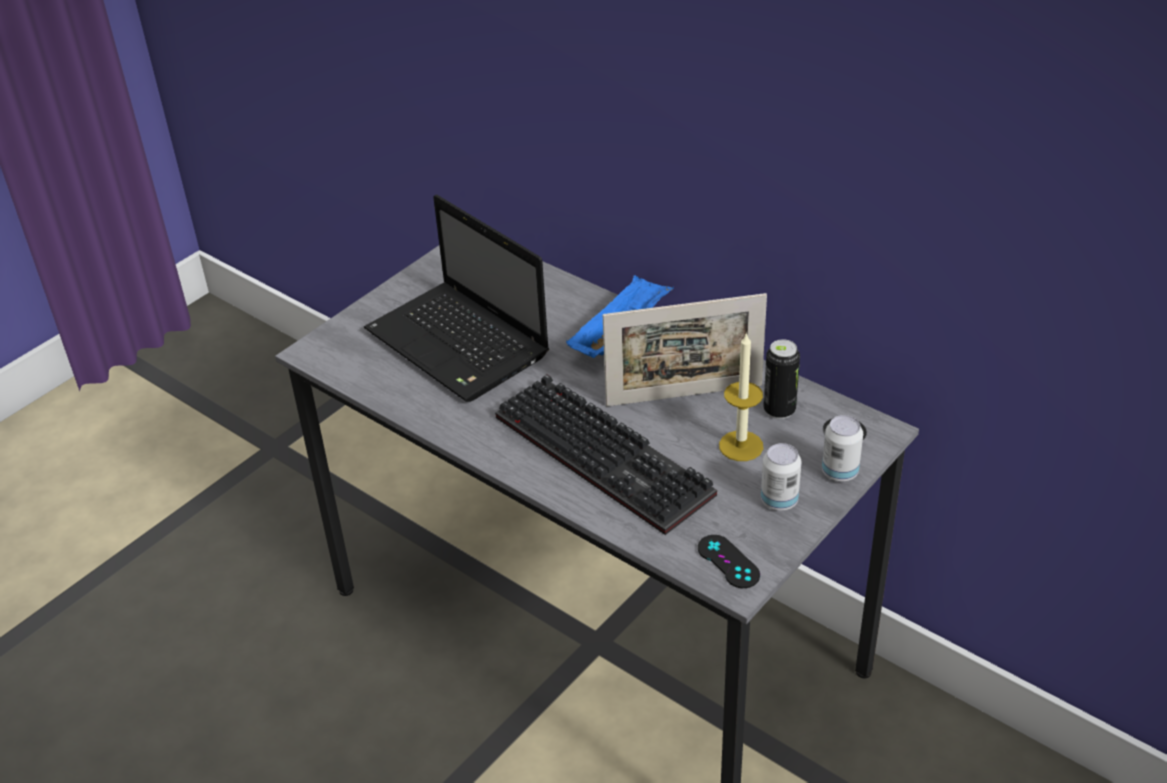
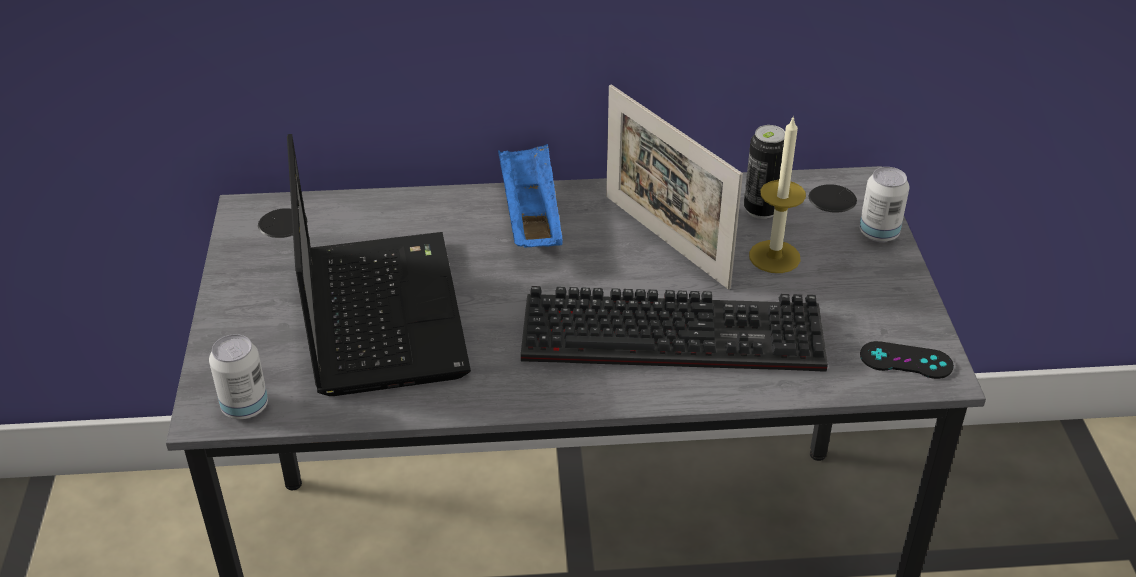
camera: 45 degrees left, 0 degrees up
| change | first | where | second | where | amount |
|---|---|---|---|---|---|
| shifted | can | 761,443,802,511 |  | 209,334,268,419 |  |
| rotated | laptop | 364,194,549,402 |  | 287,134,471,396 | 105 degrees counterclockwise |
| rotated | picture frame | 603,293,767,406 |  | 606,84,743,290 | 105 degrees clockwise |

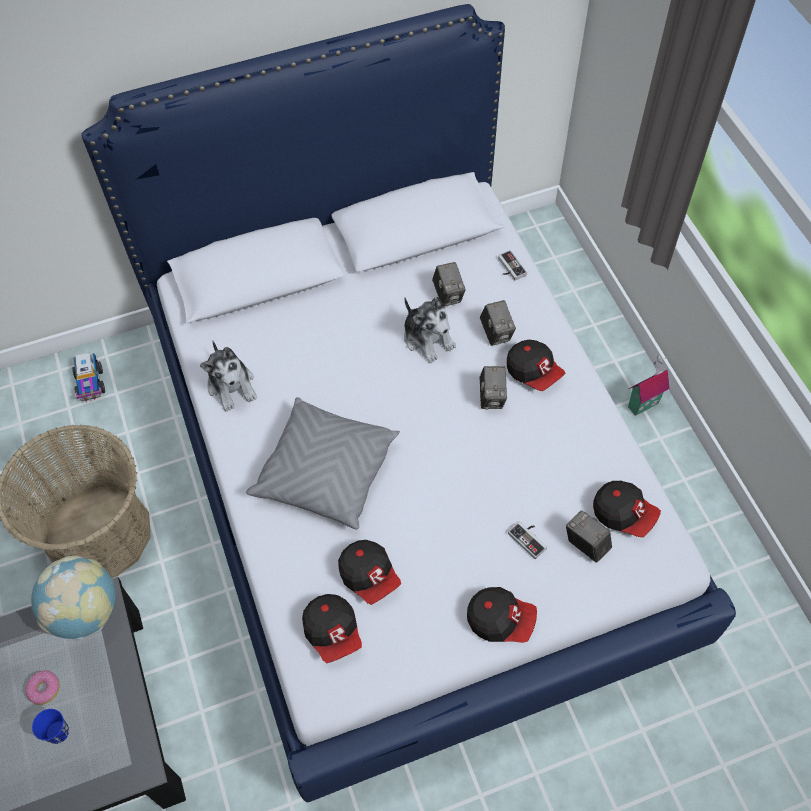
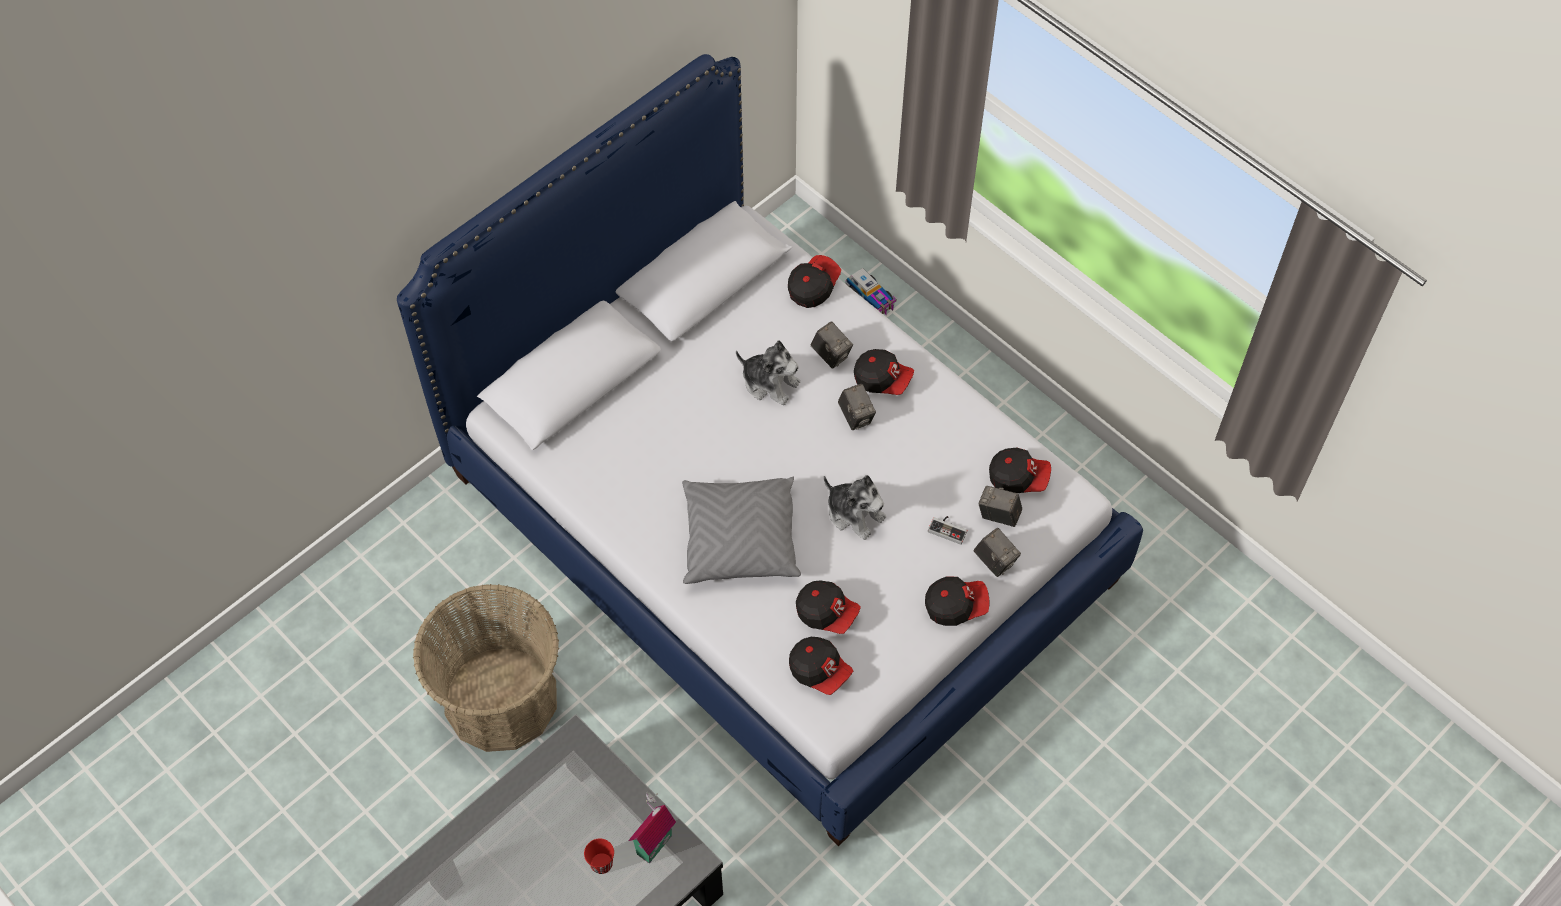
camera: 25 degrees left, 0 degrees up
| change | first | where | second | where | amount |
|---|---|---|---|---|---|
| repainted | cup/blue | 32,709,69,744 | cup/red | 584,839,614,874 |  |
| shifted | toy house | 628,354,670,416 |  | 628,792,676,864 |  |
| swapped | game controller | 498,250,527,281 | cap | 788,255,841,308 |  |
| shifted | plush toy | 200,341,257,411 |  | 824,475,886,540 |  |
| shifted | toy truck | 72,353,105,403 |  | 845,268,897,314 |  |
| shifted | photo camera | 432,262,466,306 |  | 974,528,1021,577 |  |
| gone | donut | 25,670,60,705 |  |  |  |
| gone | globe | 31,556,116,640 |  |  |  |

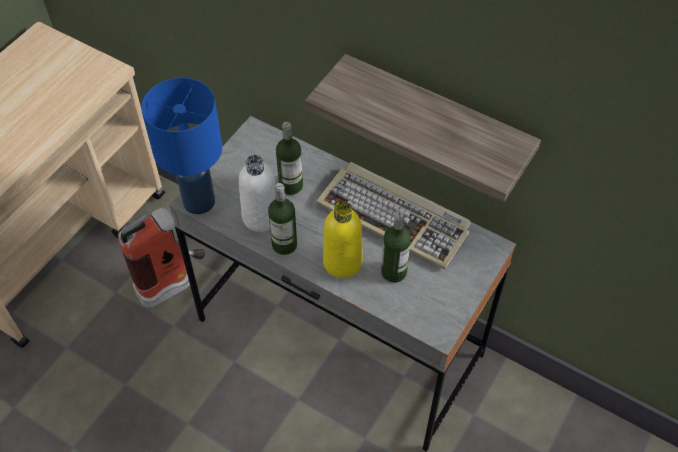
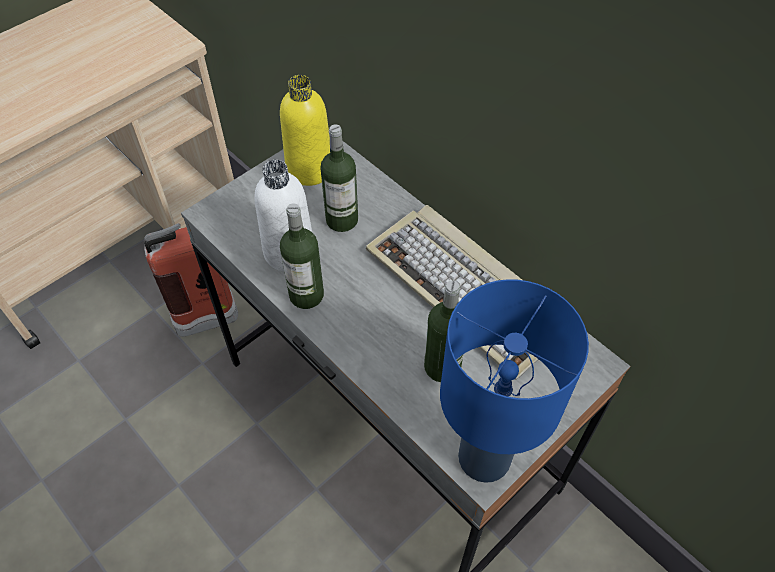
camera: 15 degrees right, 0 degrees up
| change | first | where | second | where | amount |
|---|---|---|---|---|---|
| shifted | bottle/yellow | 323,201,363,278 |  | 280,75,330,186 |  |
| shifted | table lamp/blue | 141,78,222,214 |  | 440,279,589,483 |  |
| gone | shelf | 305,54,541,202 |  |  |  |

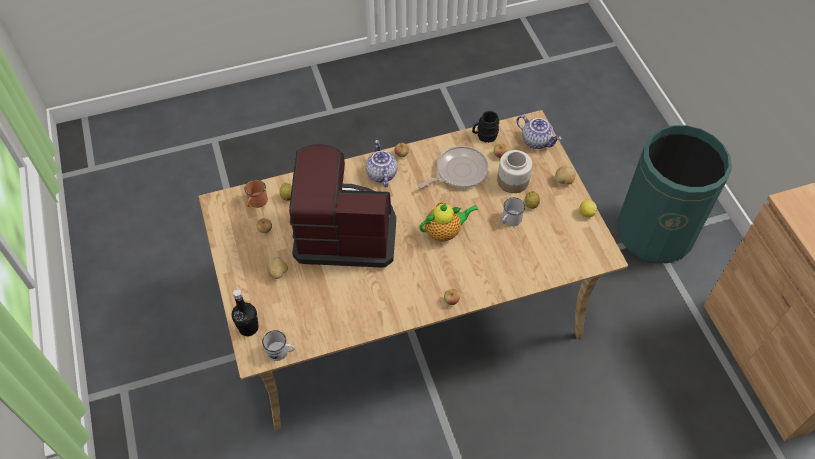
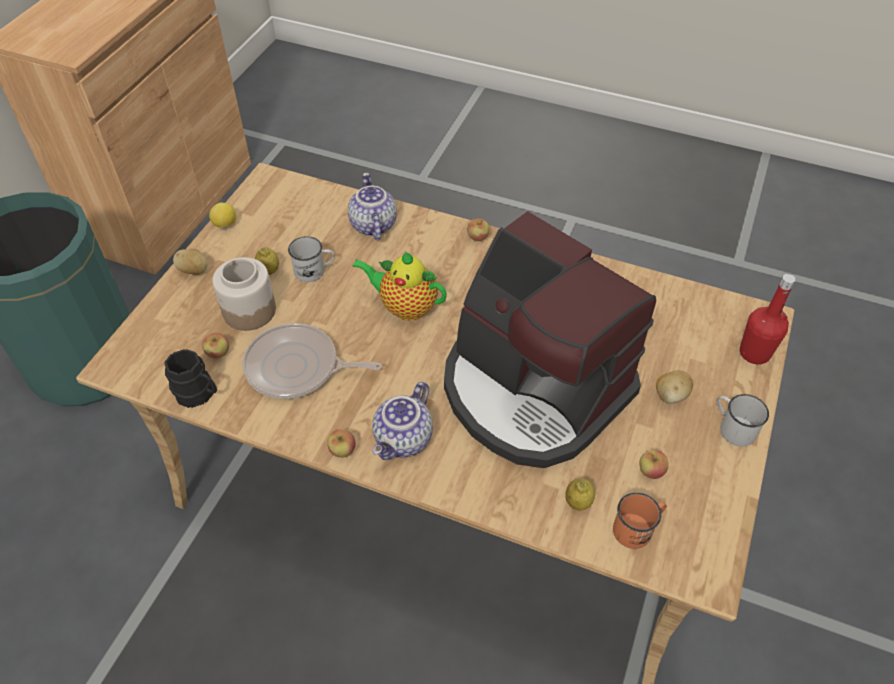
camera: 140 degrees left, 5 degrees down
| change | first | where | second | where | amount |
|---|---|---|---|---|---|
| shifted | teapot | 516,115,562,149 |  | 348,172,397,240 |  |
| shifted | mug/white | 262,330,295,361 |  | 717,394,769,447 |  |
| repainted | bottle/black | 231,290,259,336 | bottle/red | 740,274,796,364 |  |

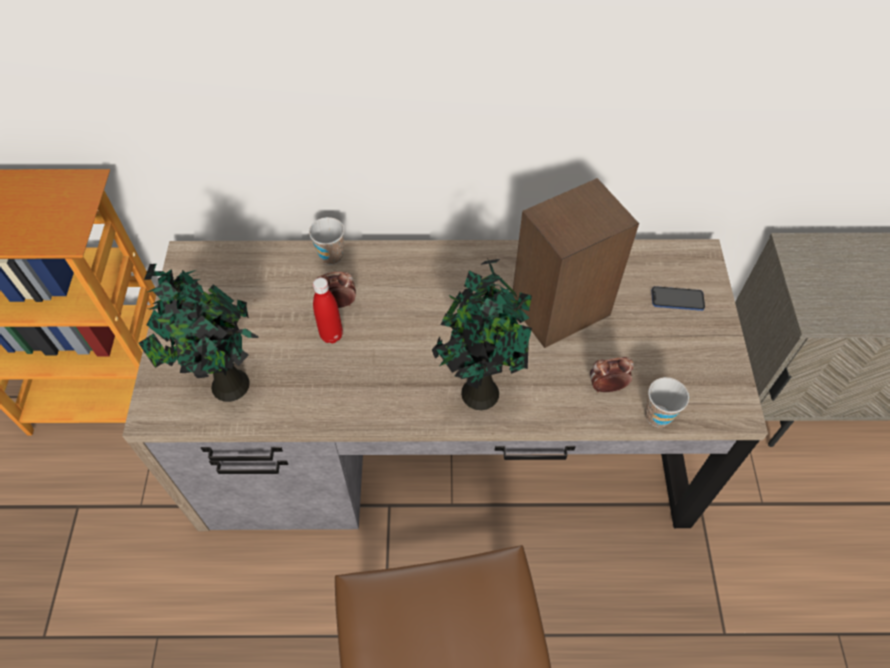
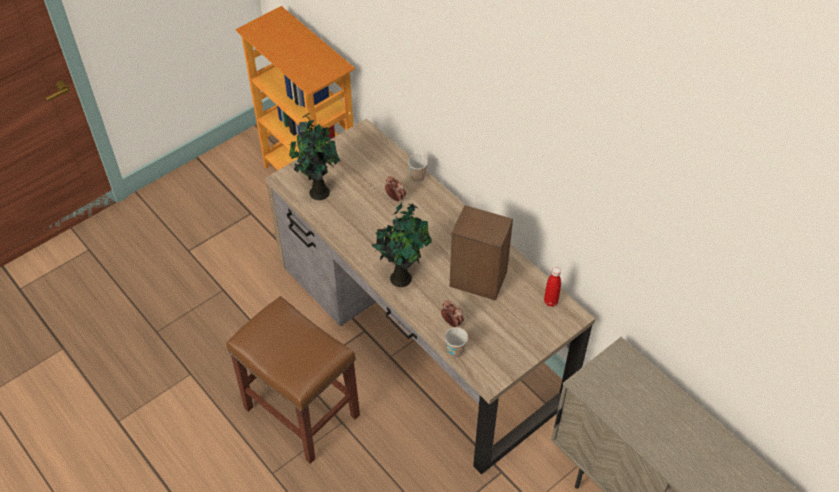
camera: 50 degrees right, 5 degrees down
| change | first | where | second | where | amount |
|---|---|---|---|---|---|
| shifted | bottle/red | 313,278,343,343 |  | 544,267,561,307 |  |
| gone | phone | 651,286,705,311 |  |  |  |

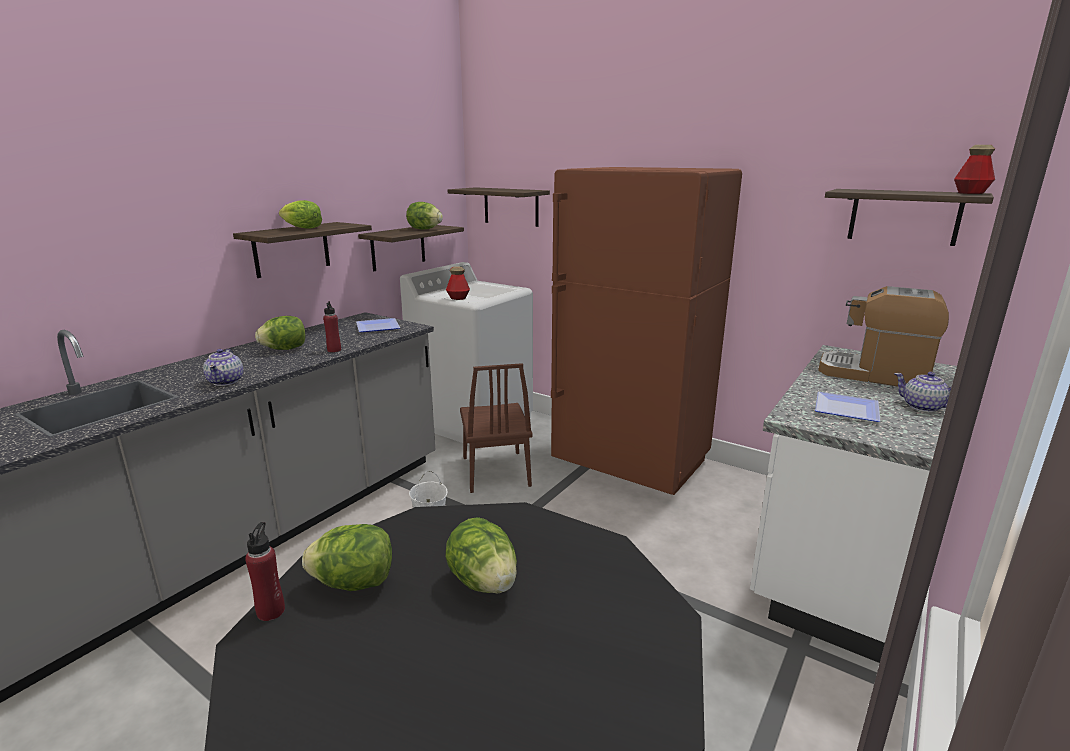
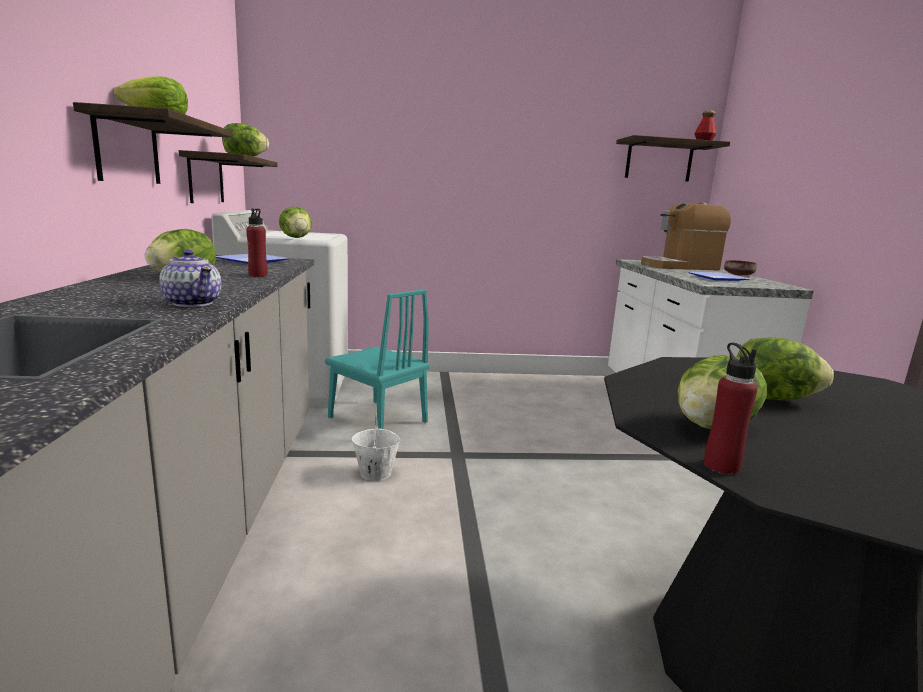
camera: 40 degrees left, 5 degrees down
| change | first | where | second | where | amount |
|---|---|---|---|---|---|
| swapped | bottle | 446,266,470,300 | lettuce | 279,207,312,238 |  |
| repainted | chair/brown | 460,363,533,493 | chair/turquoise | 325,289,430,429 |  |
| swapped | teapot | 894,372,952,412 | bowl/brown | 724,260,757,275 |  |
| gone | shelf | 448,187,550,227 |  |  |  |
| gone | fridge/brown | 551,167,742,495 |  |  |  |

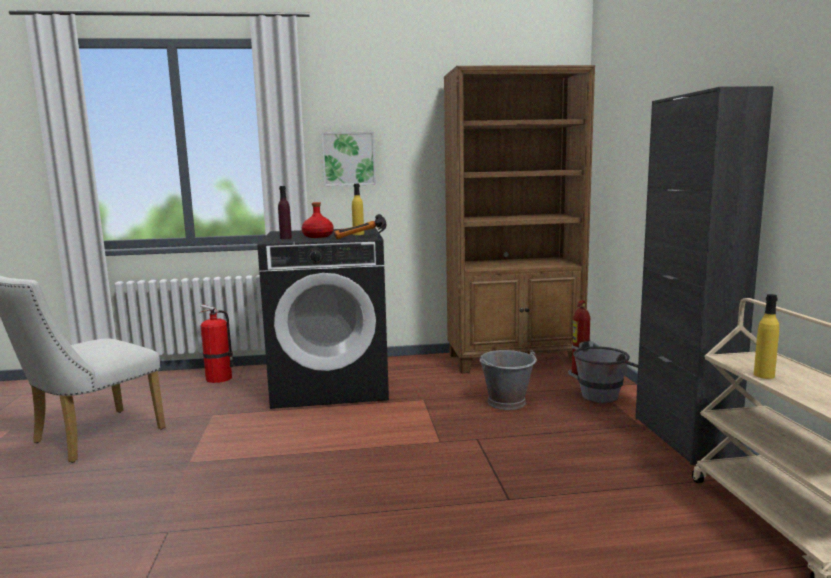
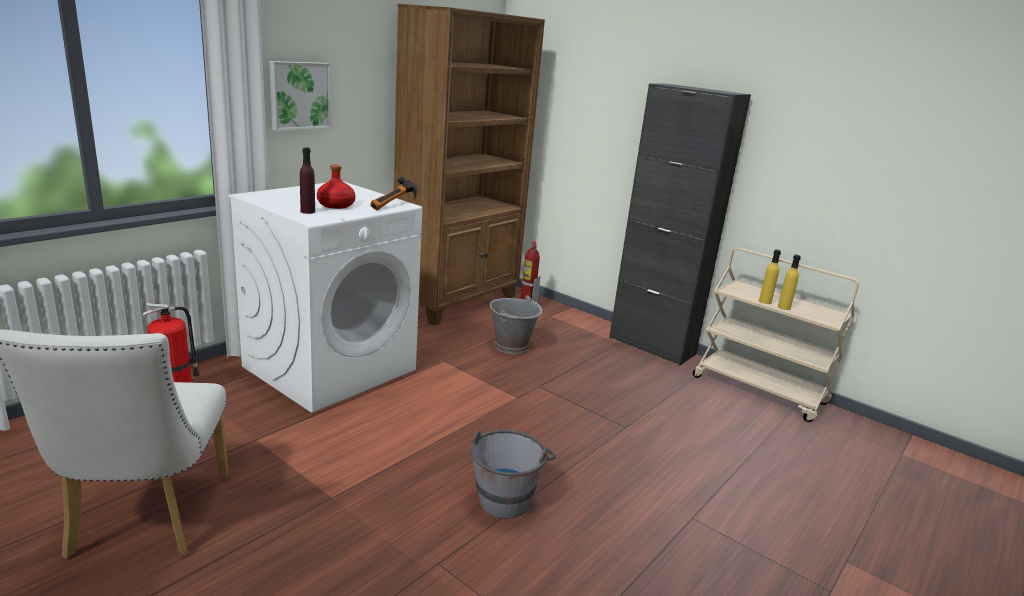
camera: 45 degrees left, 10 degrees up
| change | first | where | second | where | amount |
|---|---|---|---|---|---|
| repainted | washing machine/black | 257,228,389,409 | washing machine/white | 228,181,422,413 |  |
| shifted | bucket/grey | 573,342,638,403 |  | 470,430,556,519 |  |
| shifted | bottle/yellow | 352,184,364,235 |  | 778,255,801,310 |  |

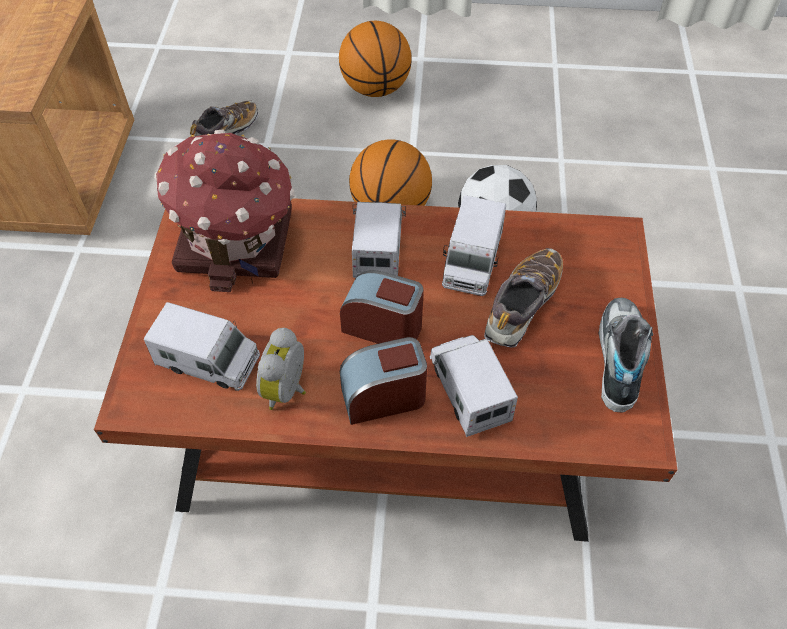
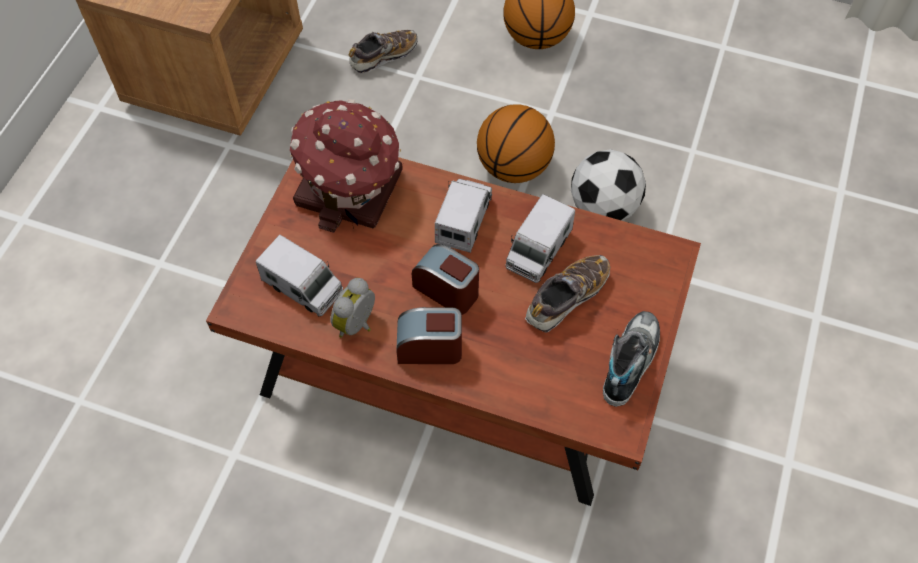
camera: 15 degrees right, 5 degrees up
| change | first | where | second | where | amount |
|---|---|---|---|---|---|
| gone | toy truck | 429,335,518,437 |  |  |  |

